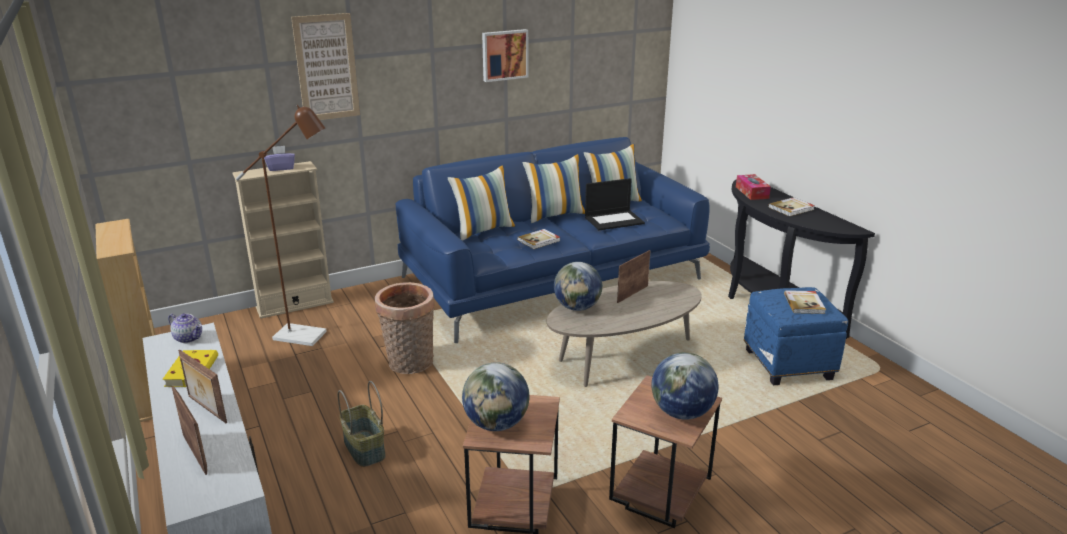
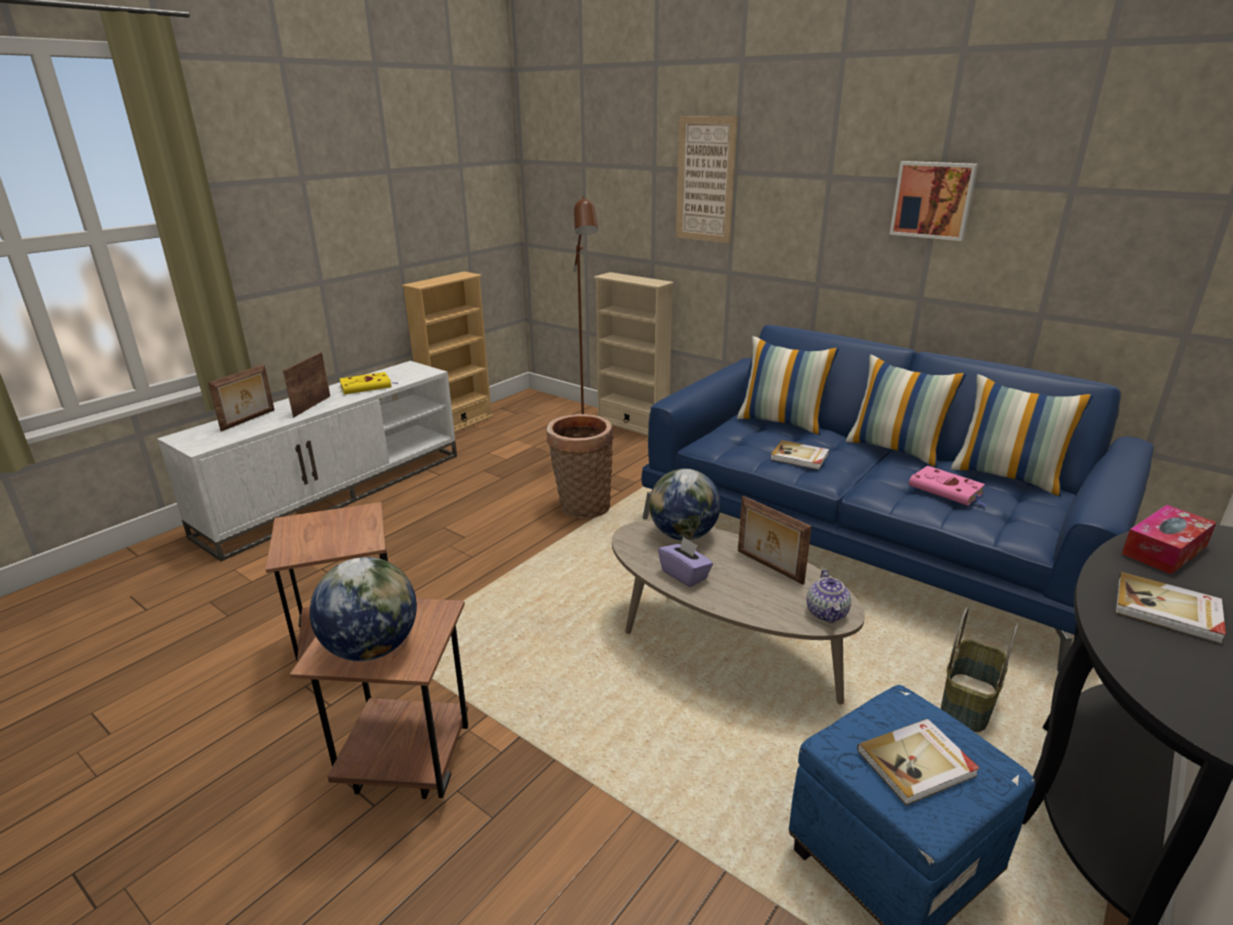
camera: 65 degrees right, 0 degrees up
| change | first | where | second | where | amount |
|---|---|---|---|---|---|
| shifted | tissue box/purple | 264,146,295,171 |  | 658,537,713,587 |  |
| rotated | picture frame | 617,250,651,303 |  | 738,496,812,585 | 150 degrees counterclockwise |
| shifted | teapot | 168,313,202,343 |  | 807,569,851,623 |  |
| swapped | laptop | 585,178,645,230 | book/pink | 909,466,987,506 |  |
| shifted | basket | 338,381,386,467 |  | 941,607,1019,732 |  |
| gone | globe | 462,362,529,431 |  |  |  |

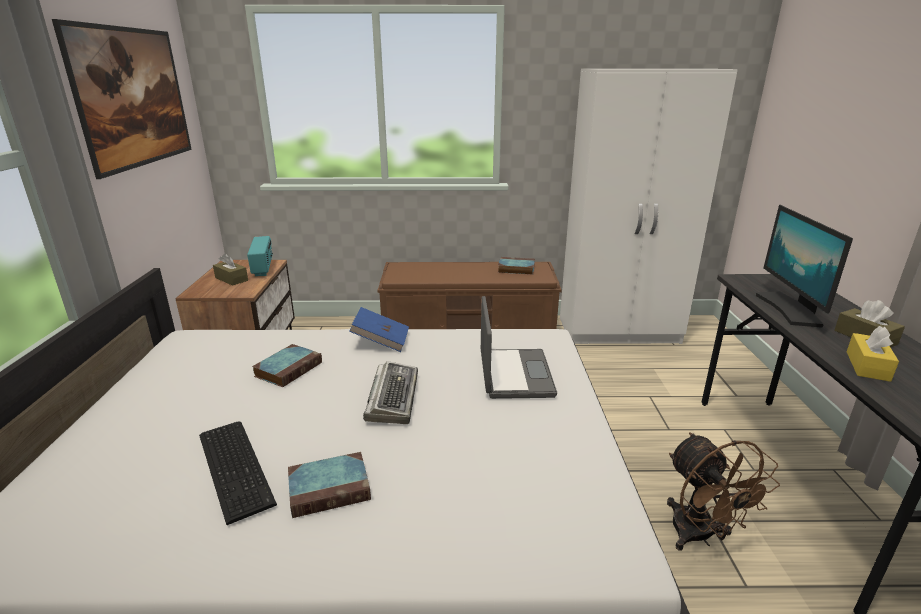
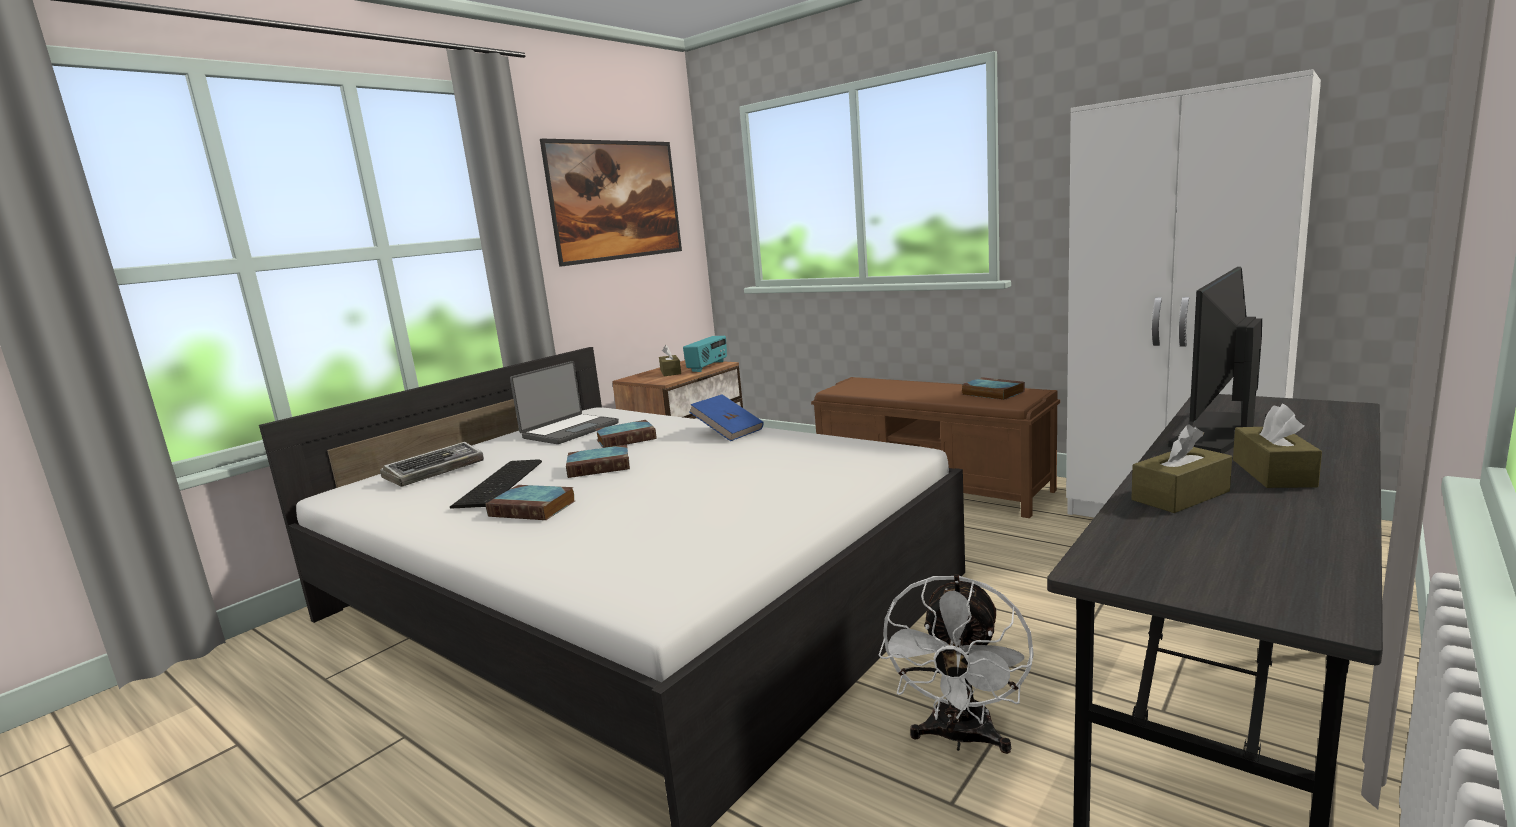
camera: 40 degrees right, 10 degrees down
| change | first | where | second | where | amount |
|---|---|---|---|---|---|
| shifted | keyboard | 363,361,418,424 |  | 380,442,484,487 |  |
| shifted | laptop | 481,296,557,399 |  | 510,361,619,444 |  |
| new |  |  | book | 566,445,630,478 |  |
| repainted | fan/brown | 667,433,780,551 | fan/white | 879,575,1034,754 |  |
| repainted | tissue box/yellow | 847,326,899,382 | tissue box/brown | 1131,424,1232,513 |  |

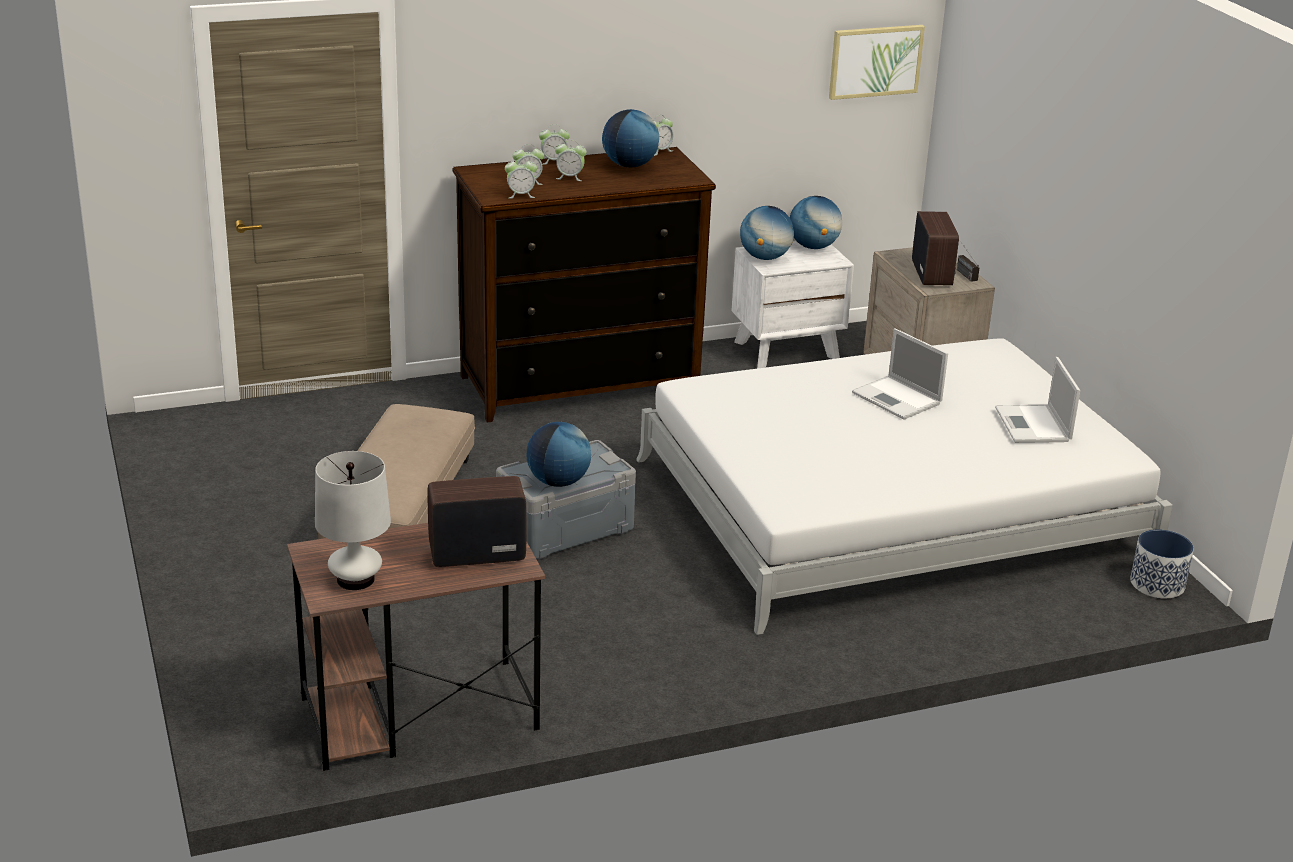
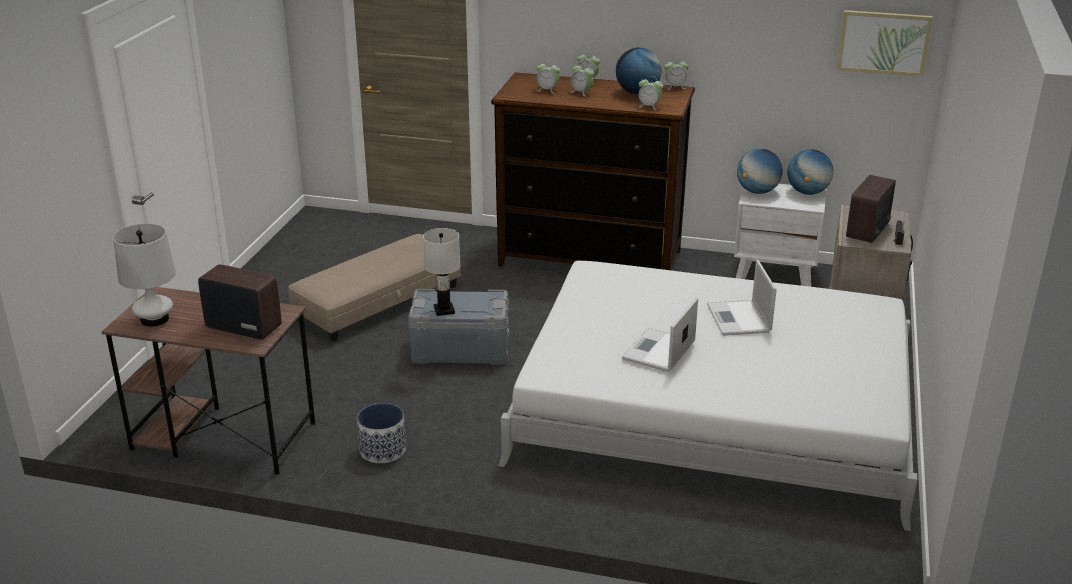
camera: 35 degrees right, 0 degrees up
| change | first | where | second | where | amount |
|---|---|---|---|---|---|
| shifted | planter | 1130,529,1194,598 |  | 357,403,406,463 |  |
| swapped | globe | 527,422,591,487 | table lamp/white | 423,228,460,316 |  |
| shifted | laptop | 995,357,1080,443 |  | 622,297,698,372 |  |
| shifted | alarm clock | 505,156,537,198 |  | 639,76,663,110 |  |

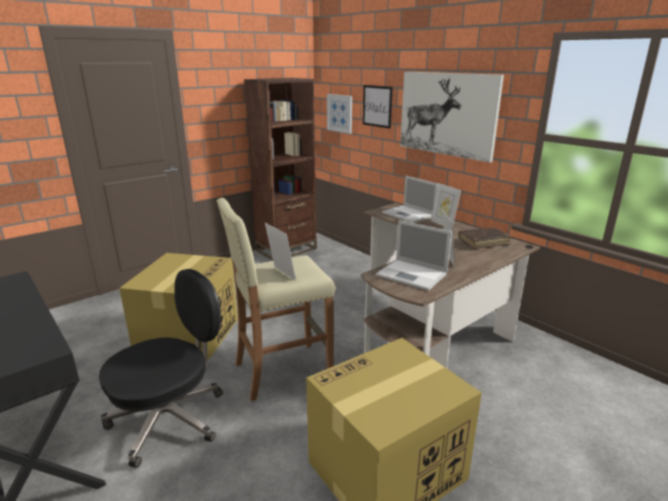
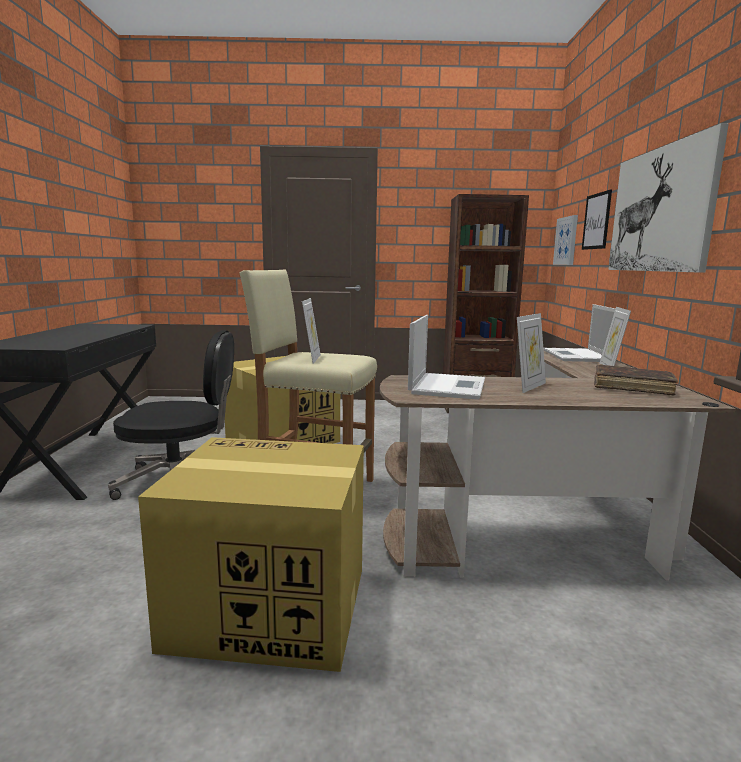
camera: 40 degrees right, 10 degrees down
| change | first | where | second | where | amount |
|---|---|---|---|---|---|
| rotated | laptop | 376,220,452,291 |  | 408,315,485,400 | 150 degrees counterclockwise |

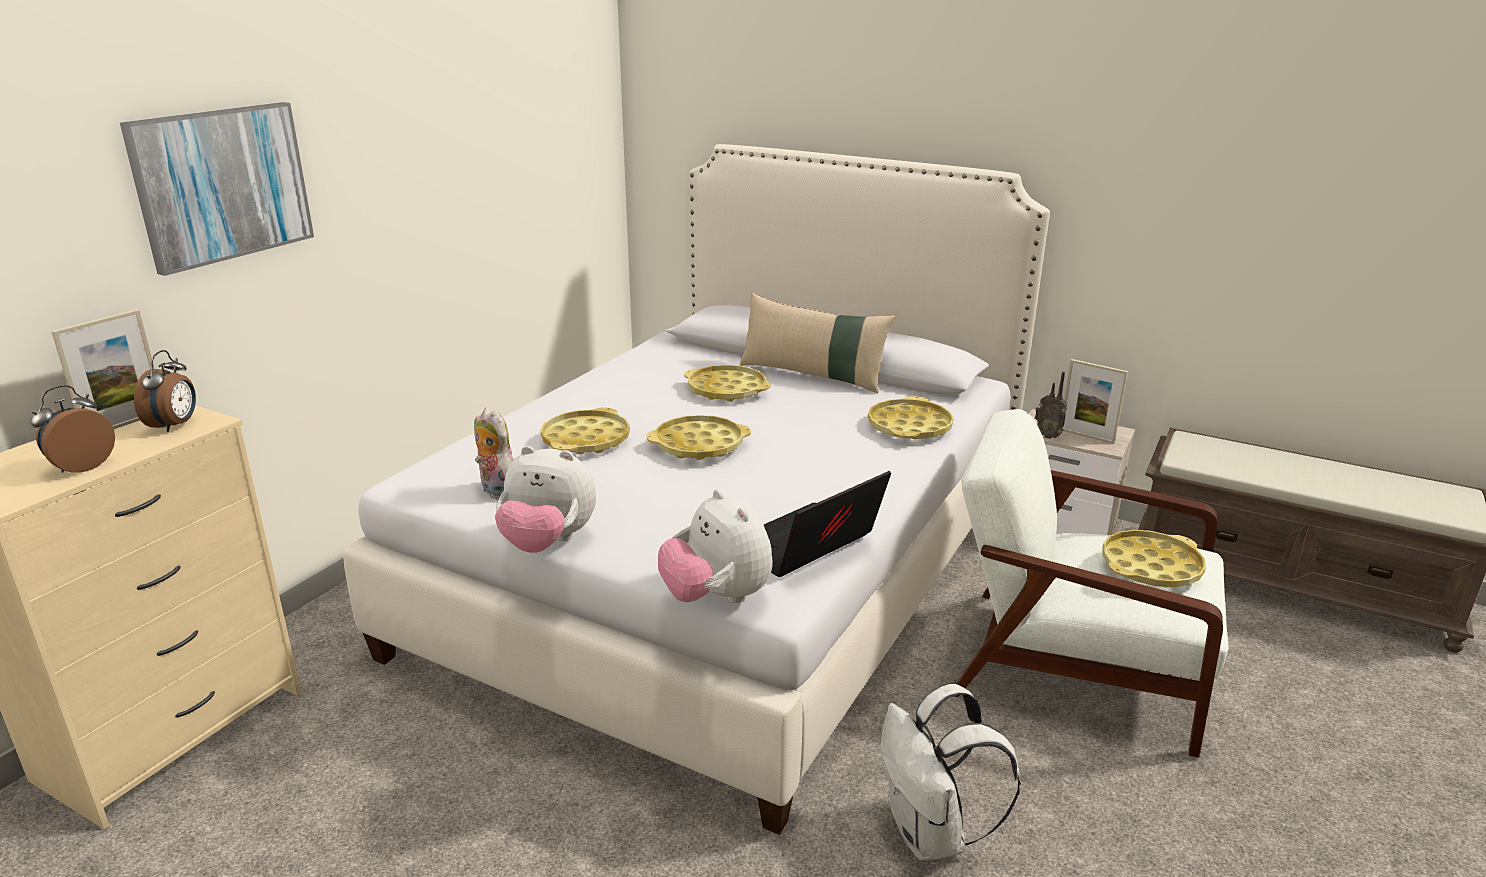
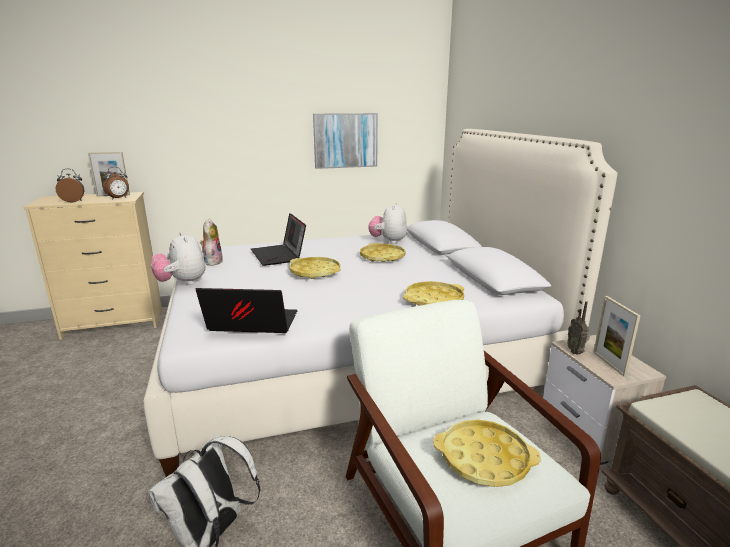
camera: 45 degrees right, 5 degrees down
| change | first | where | second | where | amount |
|---|---|---|---|---|---|
| swapped | tray/yellow | 540,407,630,454 | laptop | 251,213,306,266 |  |
| shifted | picture | 120,102,314,276 |  | 313,113,378,169 |  |
| shifted | plush toy | 658,489,773,603 |  | 369,202,407,244 |  |
| gone | pillow/beige | 740,293,895,393 |  |  |  |

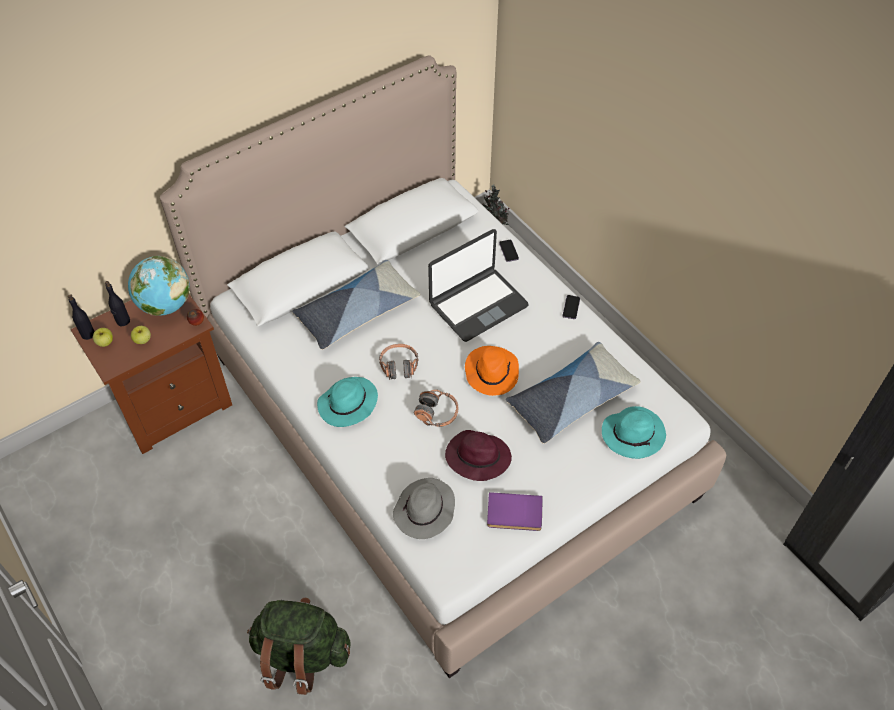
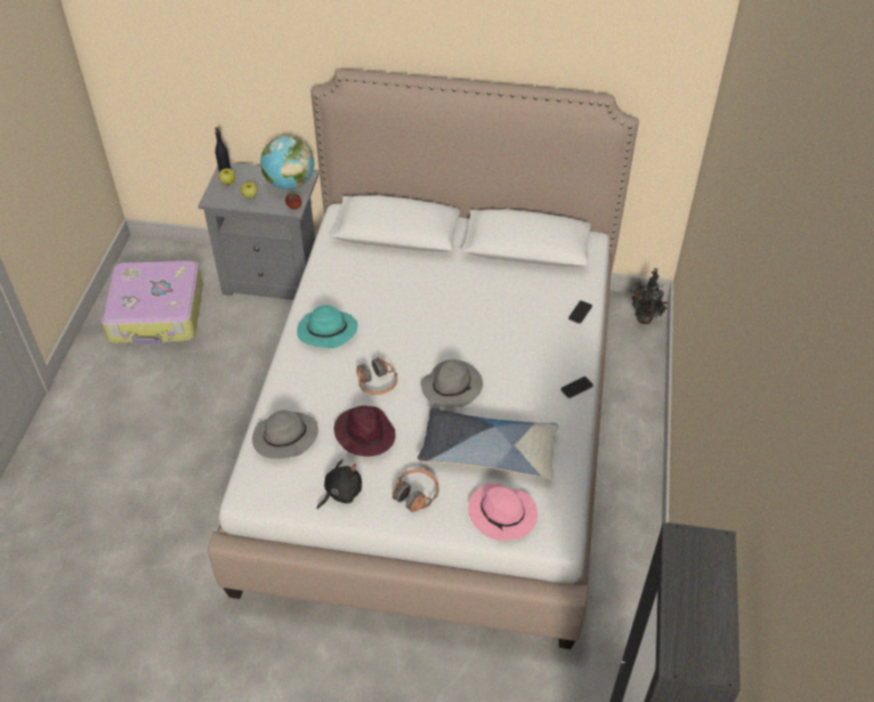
camera: 45 degrees right, 5 degrees down
| change | first | where | second | where | amount |
|---|---|---|---|---|---|
| new |  |  | suitcase | 101,261,203,345 |  |
| repainted | nightstand/brown | 71,294,232,454 | nightstand/grey | 198,162,319,300 |  |
| swapped | book/purple | 487,492,543,531 | plush toy/black | 317,460,362,509 |  |
| shifted | headphones | 379,344,418,380 |  | 392,469,439,512 |  |
| repainted | hat/orange | 465,346,519,396 | hat/grey | 421,360,483,408 |  |
| repainted | hat/turquoise | 602,406,666,459 | hat/pink | 468,483,538,541 |  |
| gone | bottle/black | 105,281,130,326 |  |  |  |
| gone | backpack/green | 247,598,350,695 |  |  |  |
| gone | pillow | 292,260,420,350 |  |  |  |
| gone | laptop | 428,229,529,342 |  |  |  |

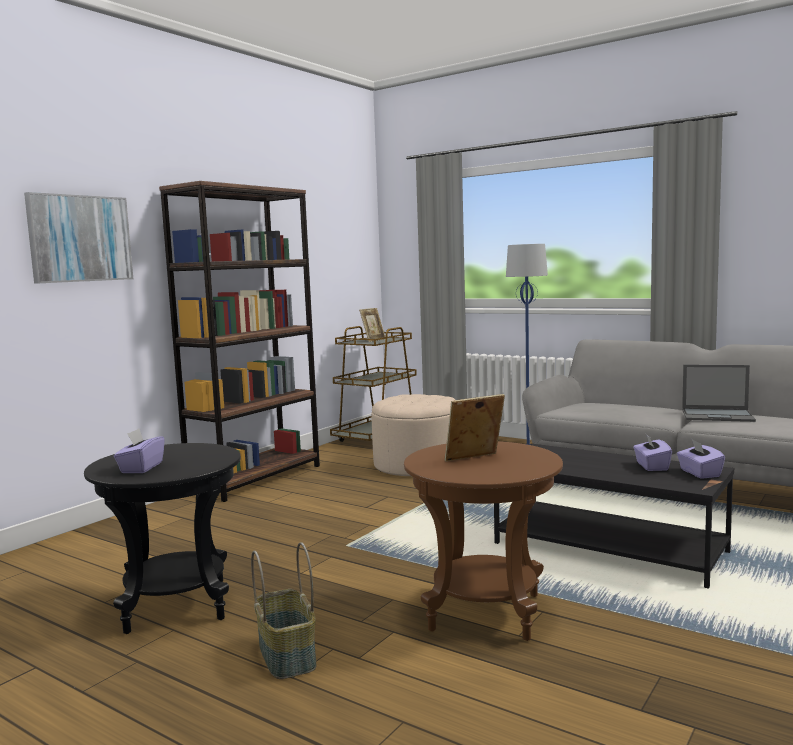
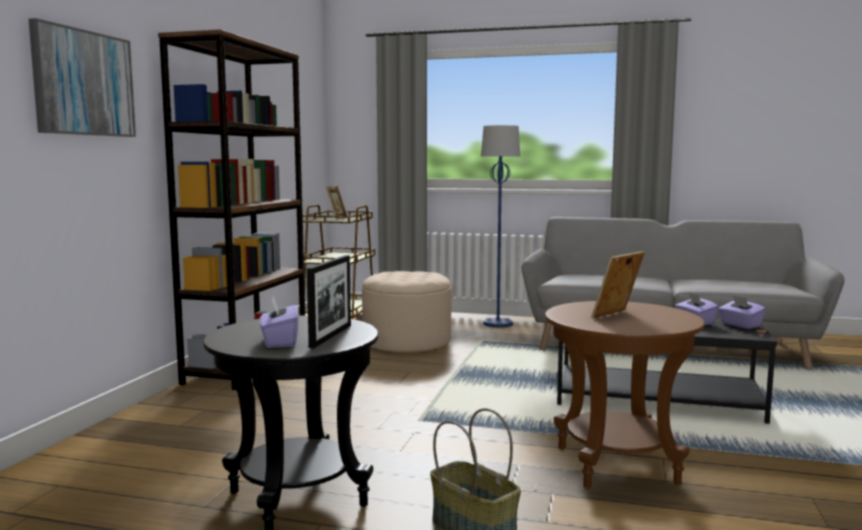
camera: 20 degrees left, 0 degrees up
| change | first | where | second | where | amount |
|---|---|---|---|---|---|
| new |  |  | picture frame | 307,255,351,348 |  |
| gone | laptop | 682,365,756,422 |  |  |  |

